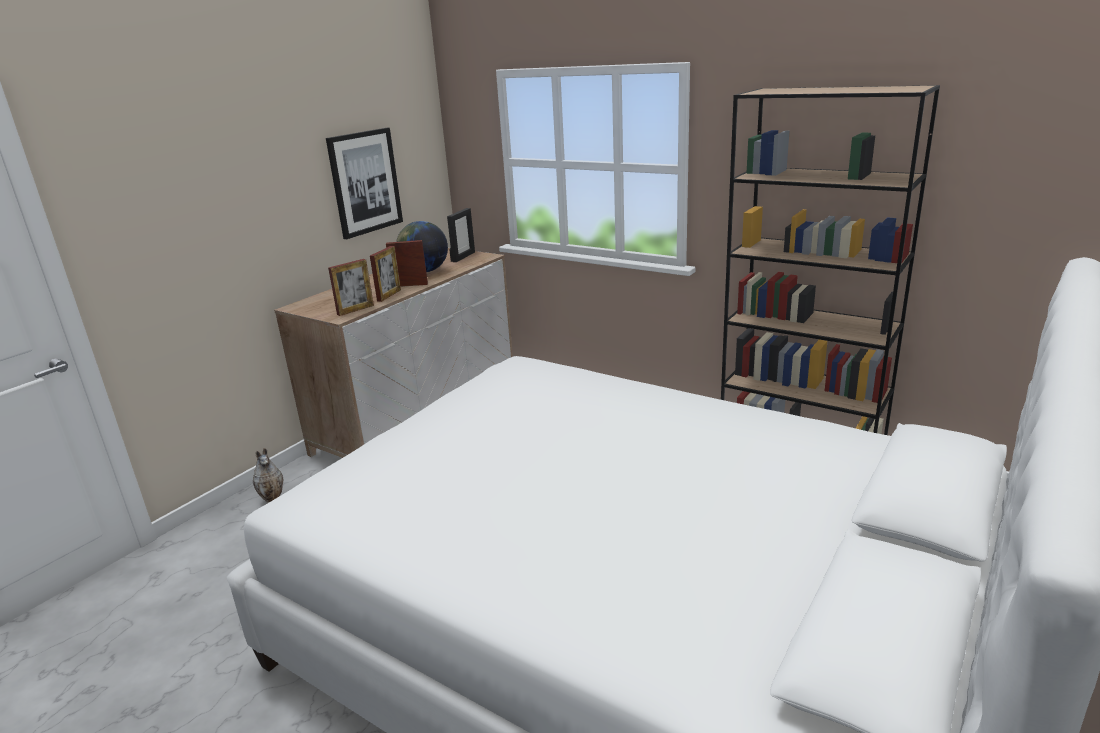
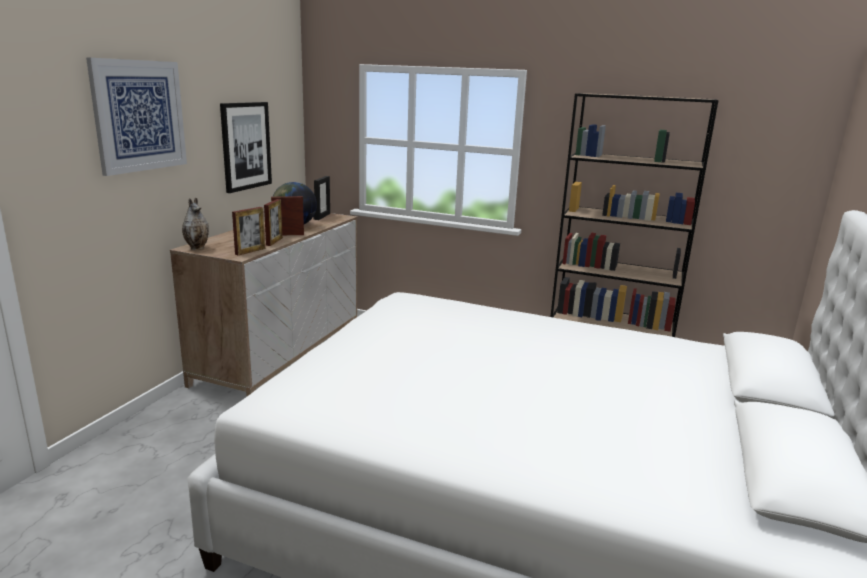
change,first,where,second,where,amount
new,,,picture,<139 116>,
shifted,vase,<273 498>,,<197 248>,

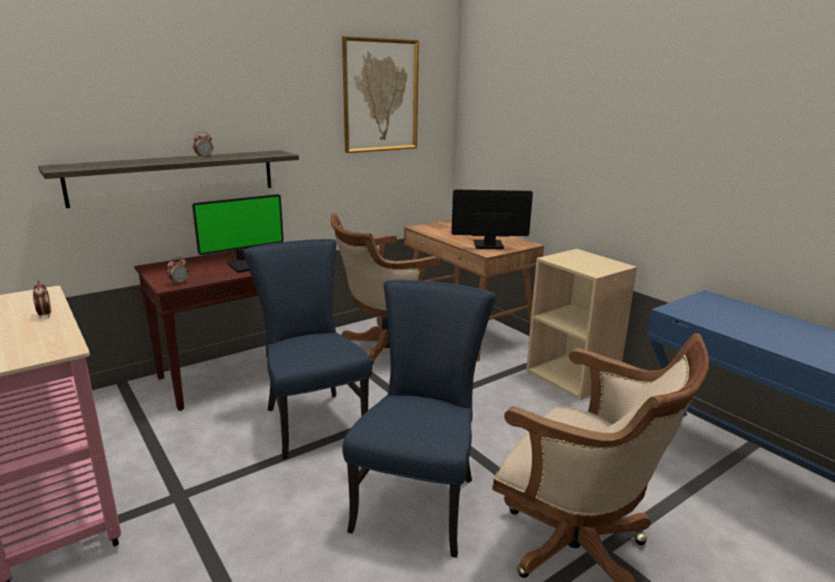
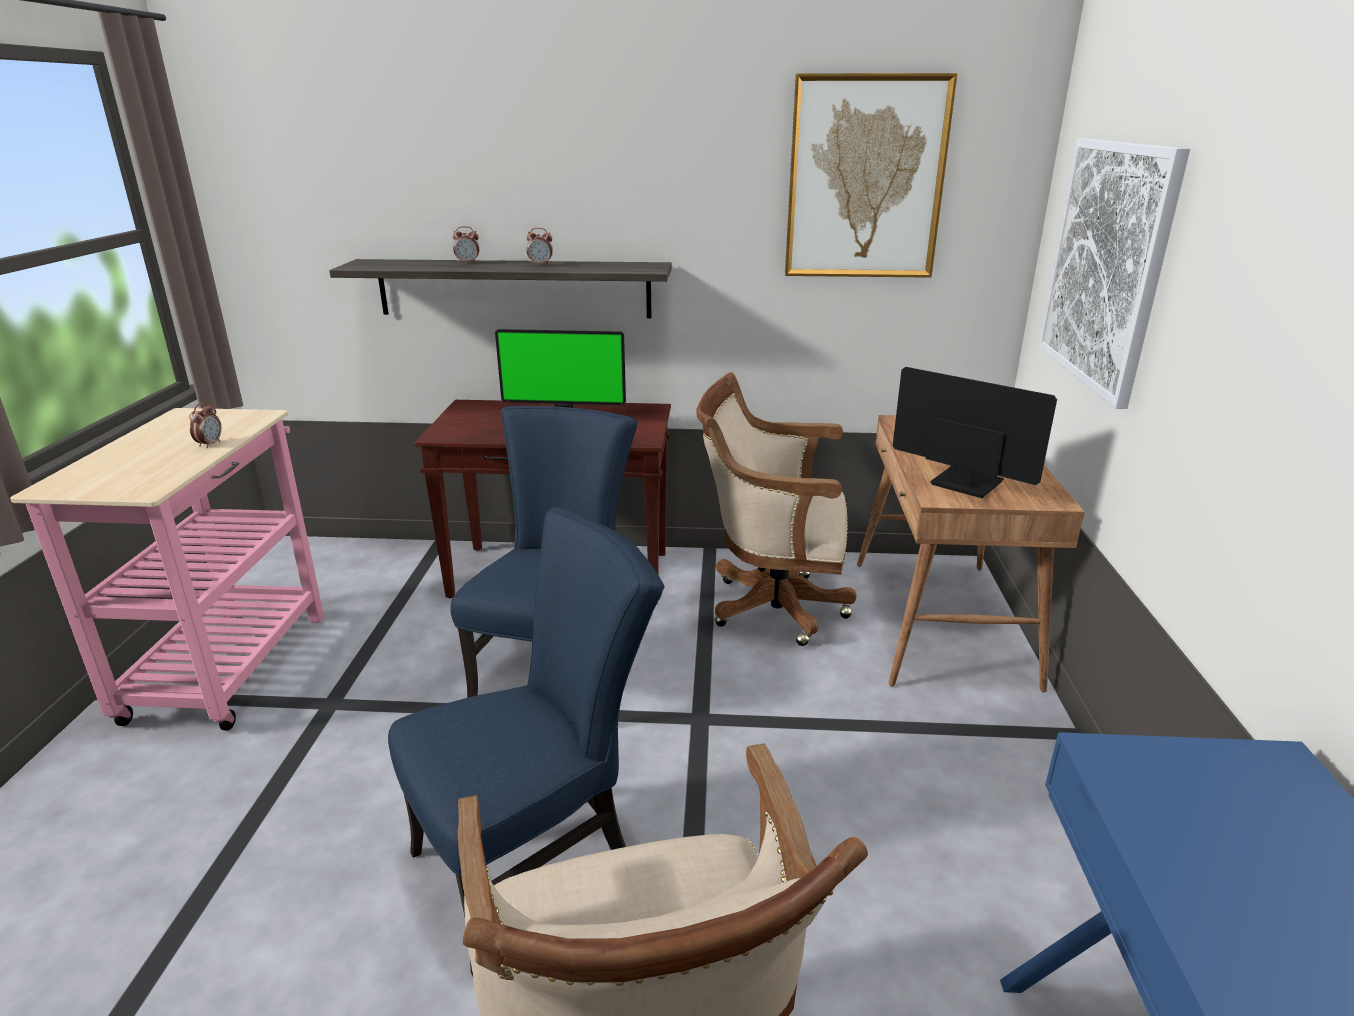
change,first,where,second,where,amount
gone,bookcase (beige),<573 376>,,,
new,,,picture,<1106 265>,
shifted,alarm clock,<179 283>,,<468 263>,

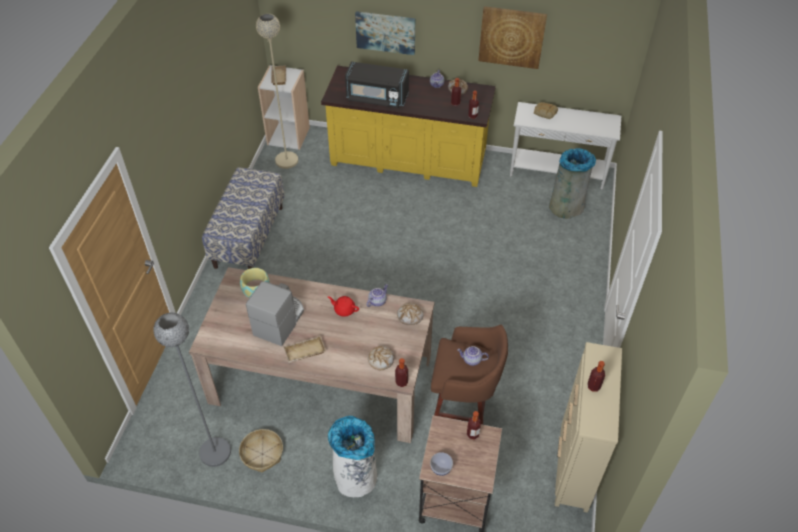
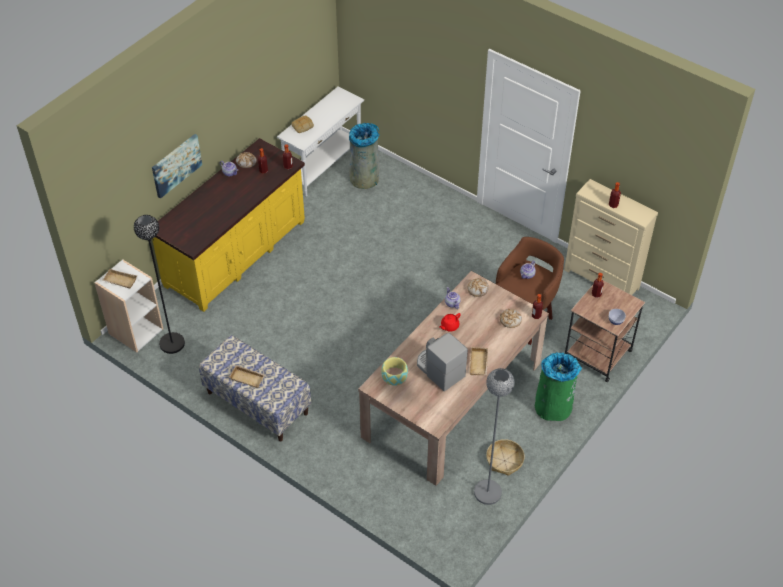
change,first,where,second,where,amount
gone,microwave (black),<377 97>,,,
gone,picture,<511 37>,,,
new,,,tray (beige),<248 378>,
repainted,floor lamp (beige),<287 161>,floor lamp (black),<172 343>,
repainted,trash can (white),<355 477>,trash can (green),<553 407>,

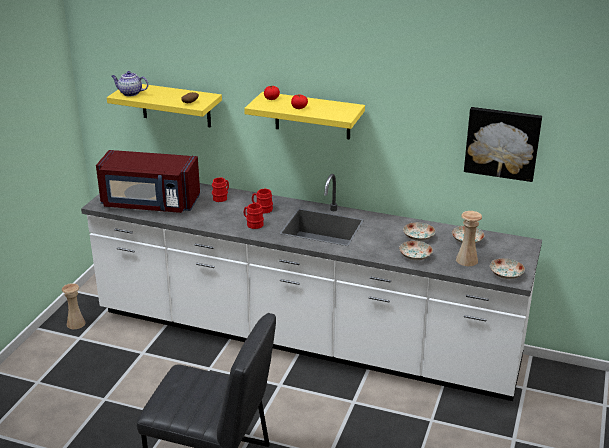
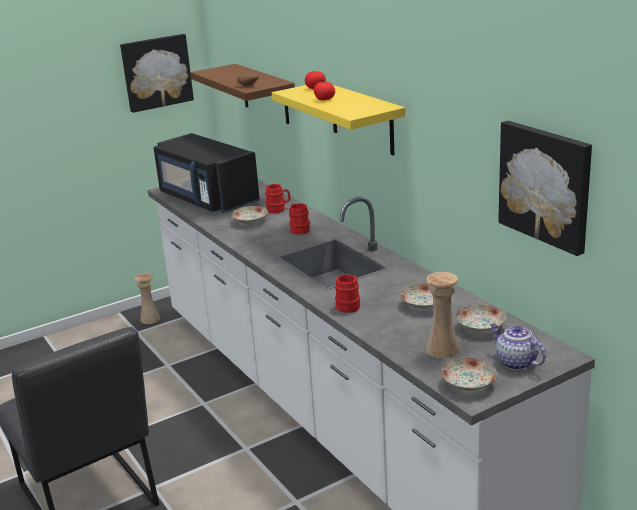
change,first,where,second,where,amount
new,,,picture,<156 72>,
shifted,teapot,<130 93>,,<515 362>,
shifted,mug (red),<253 224>,,<346 305>,
shifted,plate,<414 256>,,<250 221>,
repainted,microwave (red),<150 203>,microwave (black),<207 199>,
repainted,shelf (yellow),<176 105>,shelf (brown),<265 93>,

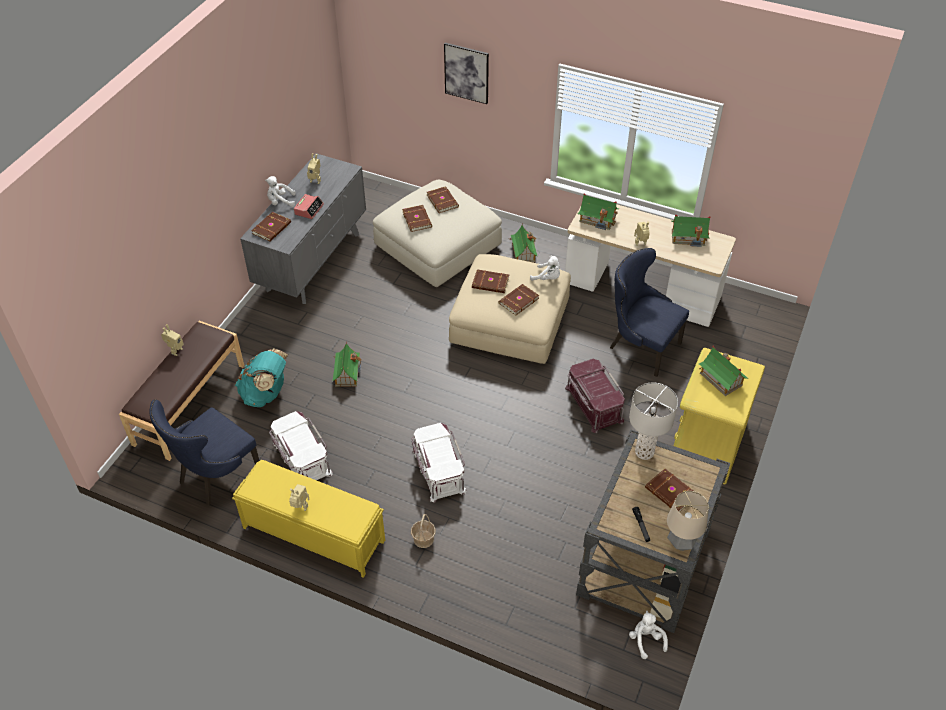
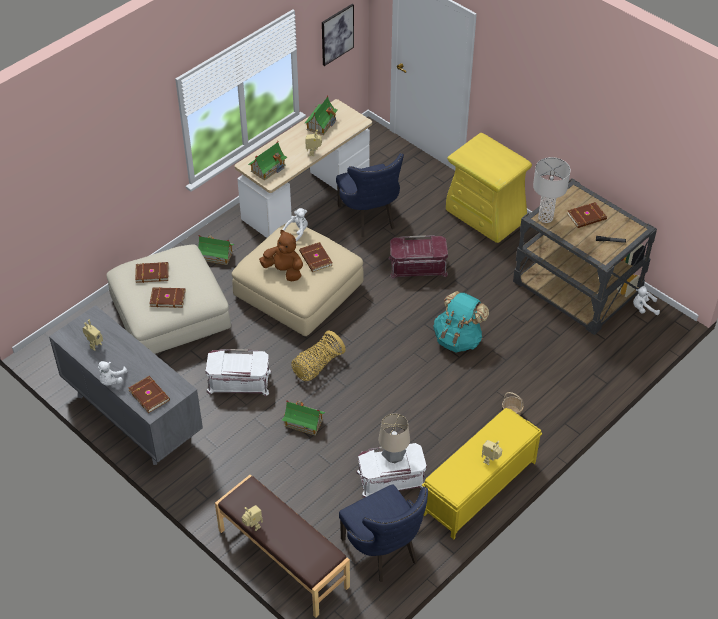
change,first,where,second,where,amount
gone,alarm clock,<309 209>,,,
gone,toy house,<720 379>,,,
new,,,basket,<317 366>,
shifted,backpack (turquoise),<266 394>,,<458 339>,
shifted,storage box (white),<438 471>,,<239 382>,
shifted,picture,<466 73>,,<337 34>,
shifted,table lamp,<680 543>,,<393 458>,
swapped,book (brown),<490 283>,plush toy (brown),<284 270>,
rotated,chair (blue),<641 346>,,<369 217>,75 degrees counterclockwise

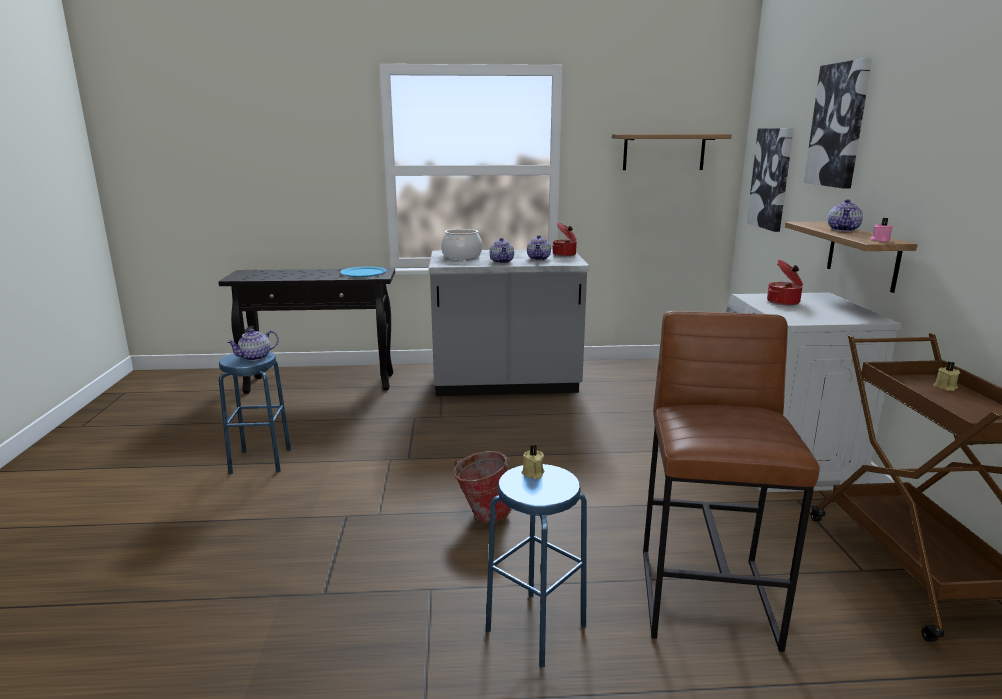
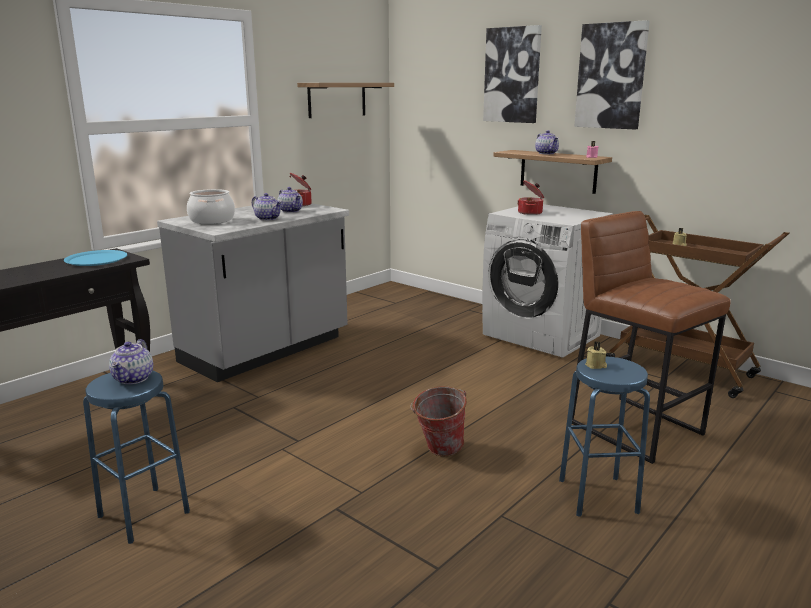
change,first,where,second,where,amount
shifted,picture,<771 178>,,<611 76>,

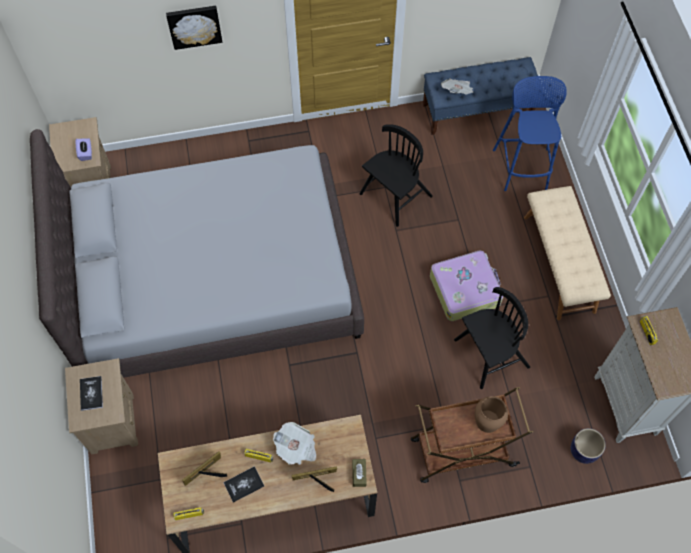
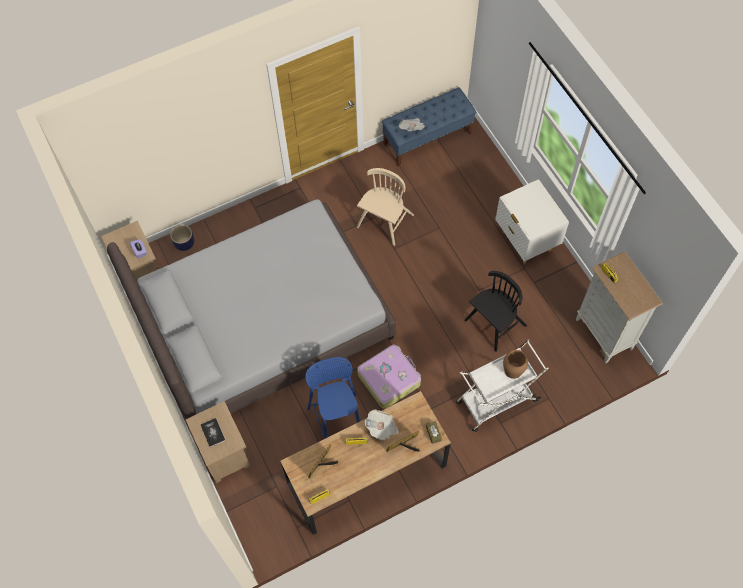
change,first,where,second,where,amount
gone,picture,<194 26>,,,
gone,book,<244 484>,,,
shifted,suitcase,<465 289>,,<389 379>,
shifted,stool (blue),<523 168>,,<337 420>,
shifted,planter,<583 451>,,<184 244>,
swapped,bench (beige),<559 263>,nightstand (white),<525 241>,
repainted,chair (black),<393 197>,chair (beige),<383 223>,
repainted,cart (brown),<462 452>,cart (white),<496 401>,

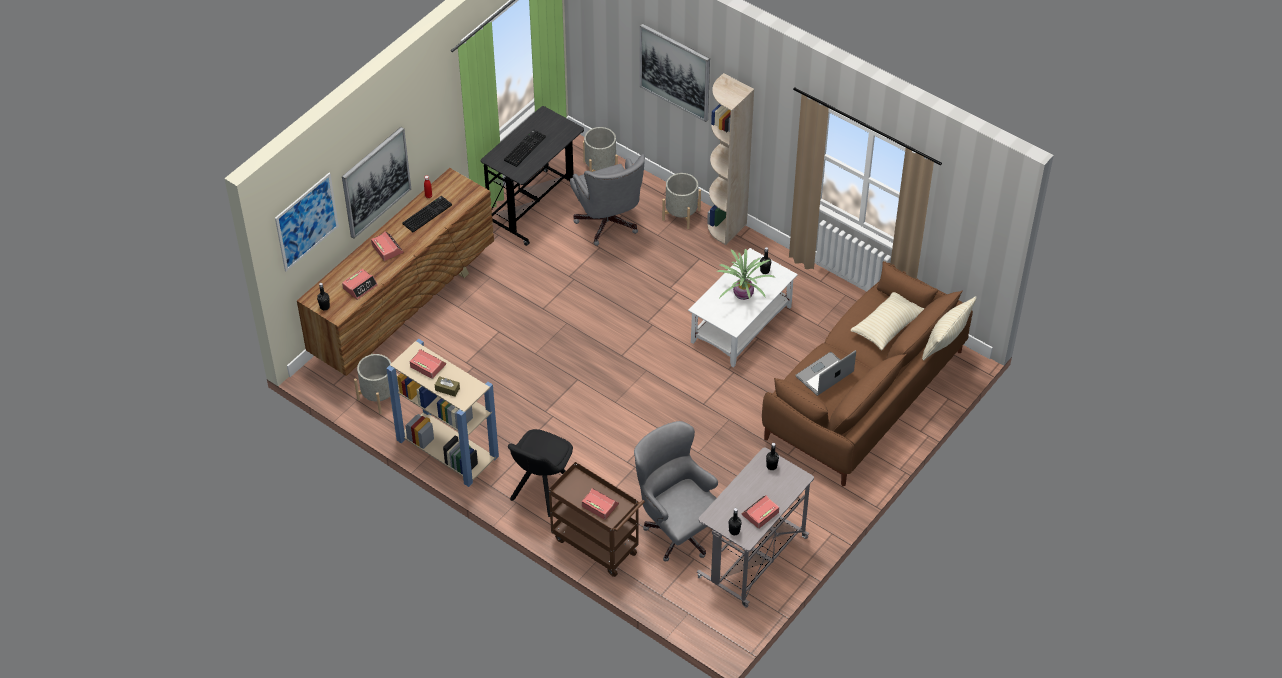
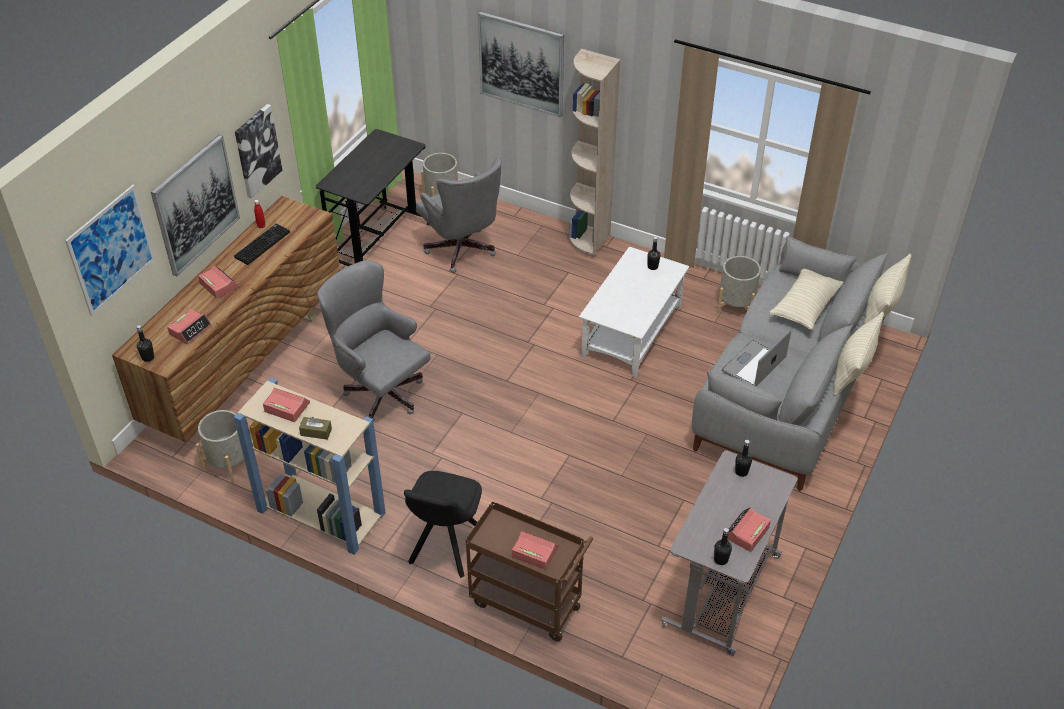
change,first,where,second,where,amount
gone,keyboard,<524 148>,,,
gone,potted plant,<742 295>,,,
new,,,picture,<257 151>,
new,,,pillow (beige),<853 369>,
shifted,office chair (grey),<677 530>,,<381 392>,
shifted,planter (grey),<681 215>,,<736 306>,
repainted,sofa (brown),<863 394>,sofa (grey),<787 387>,

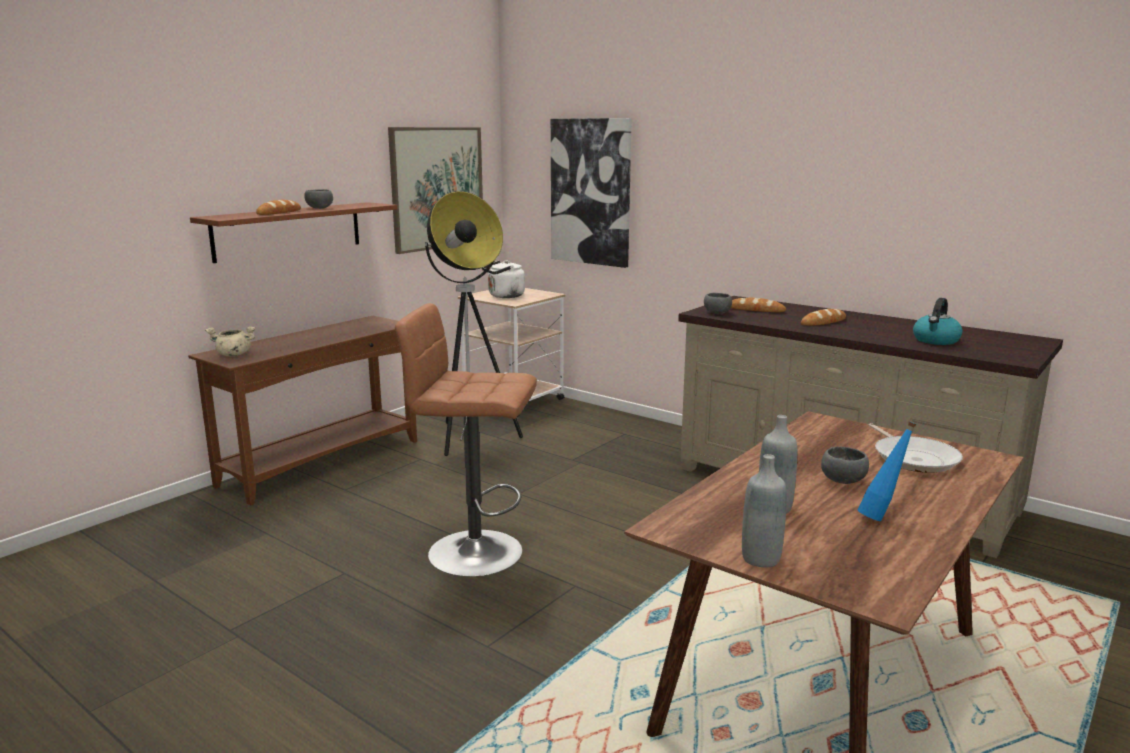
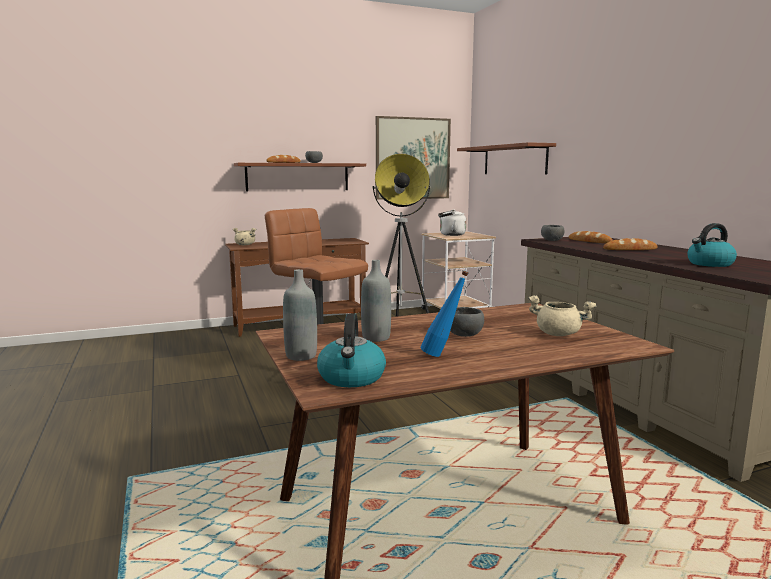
change,first,where,second,where,amount
new,,,kettle,<352 378>,
swapped,picture,<591 192>,shelf (brown),<514 160>,
swapped,frying pan,<913 458>,cooking pot (beige),<559 334>,

